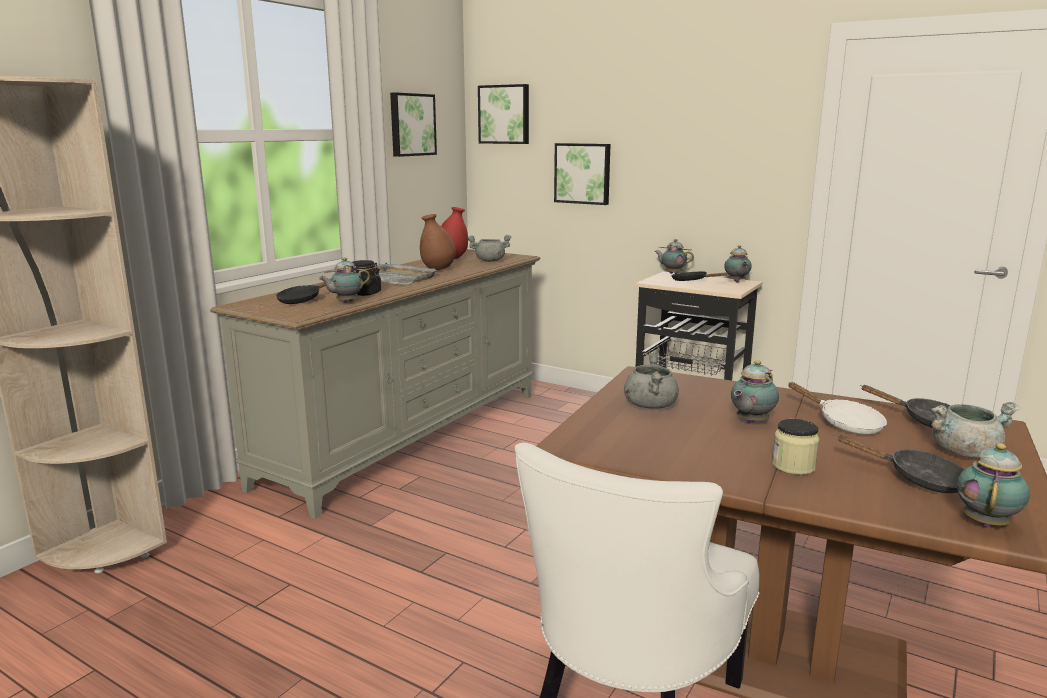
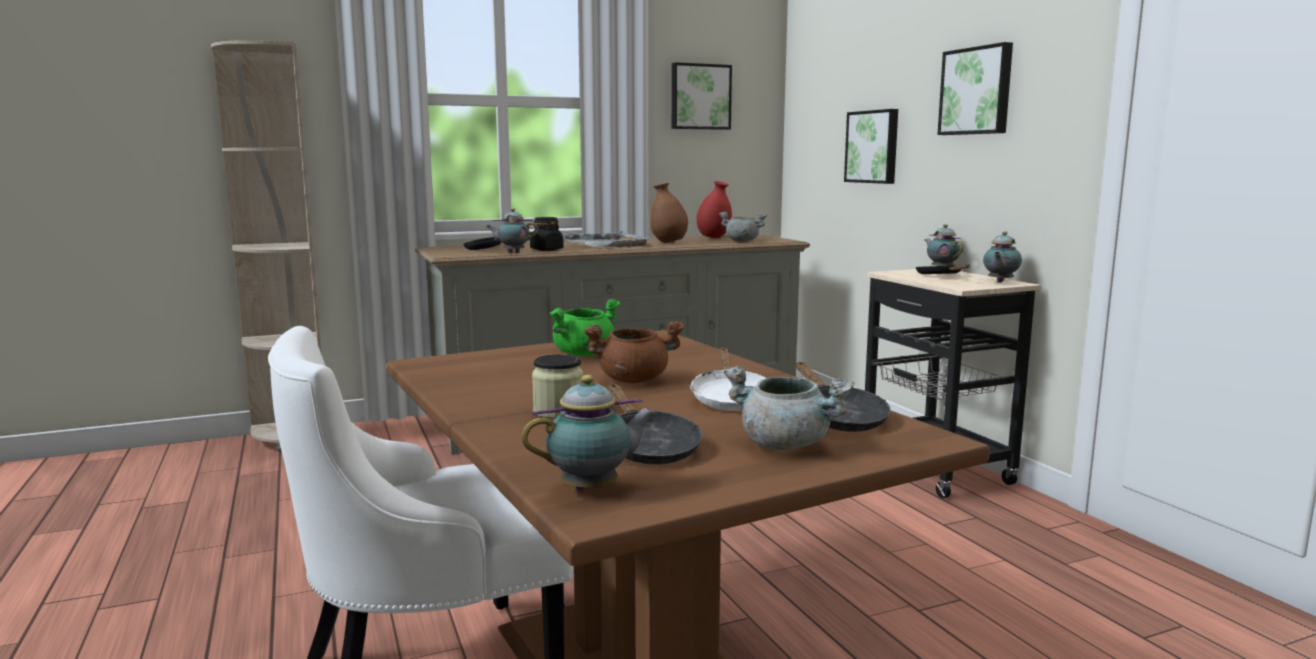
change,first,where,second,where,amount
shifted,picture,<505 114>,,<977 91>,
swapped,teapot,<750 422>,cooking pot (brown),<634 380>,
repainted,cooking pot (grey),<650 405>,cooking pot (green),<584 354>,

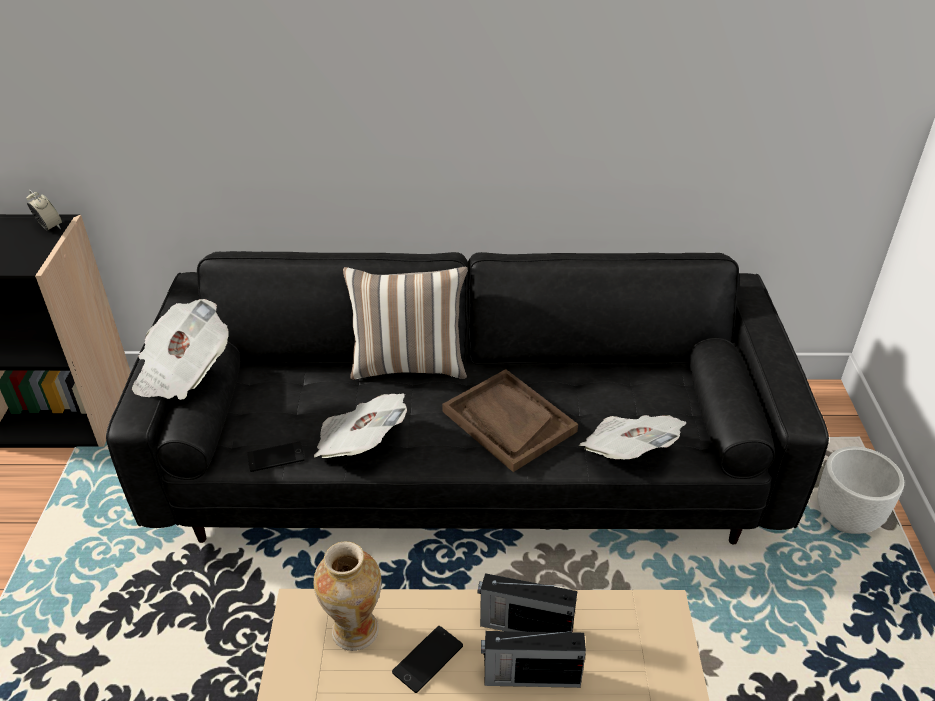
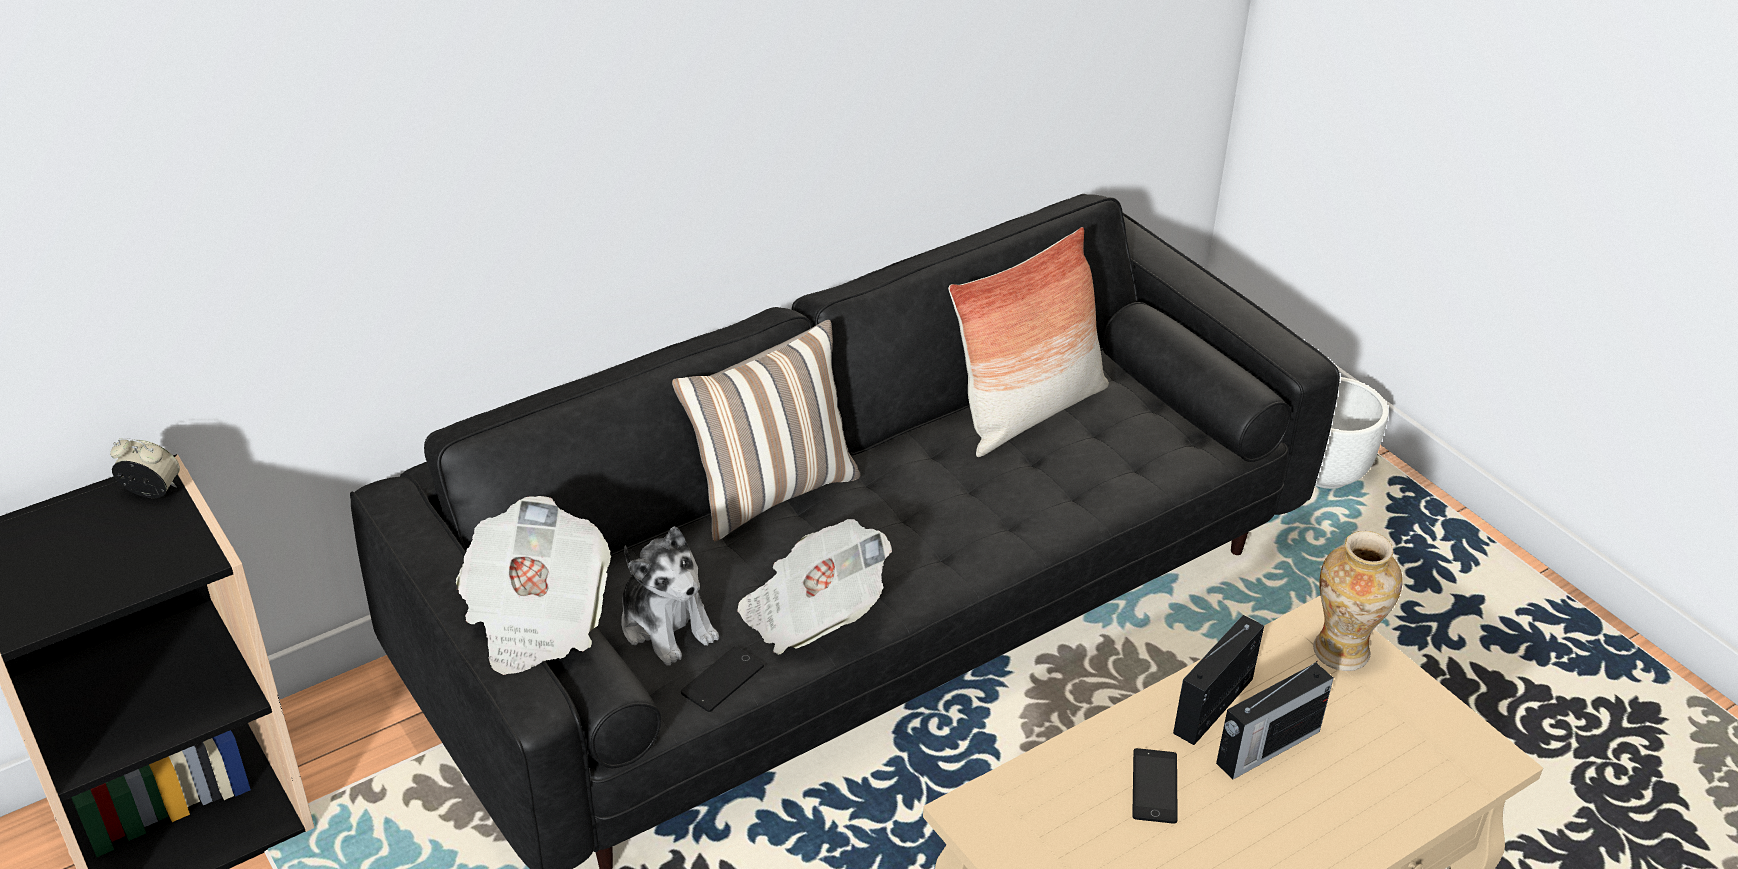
change,first,where,second,where,amount
gone,tray (brown),<508 421>,,,
gone,newspaper,<627 452>,,,
new,,,plush toy,<667 625>,
new,,,pillow,<1028 411>,
shifted,vase,<354 632>,,<1341 653>,
rotated,radio,<524 626>,,<1215 704>,150 degrees clockwise

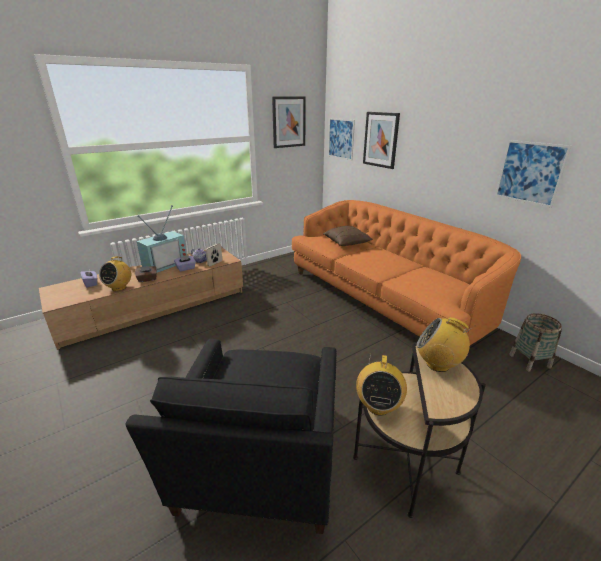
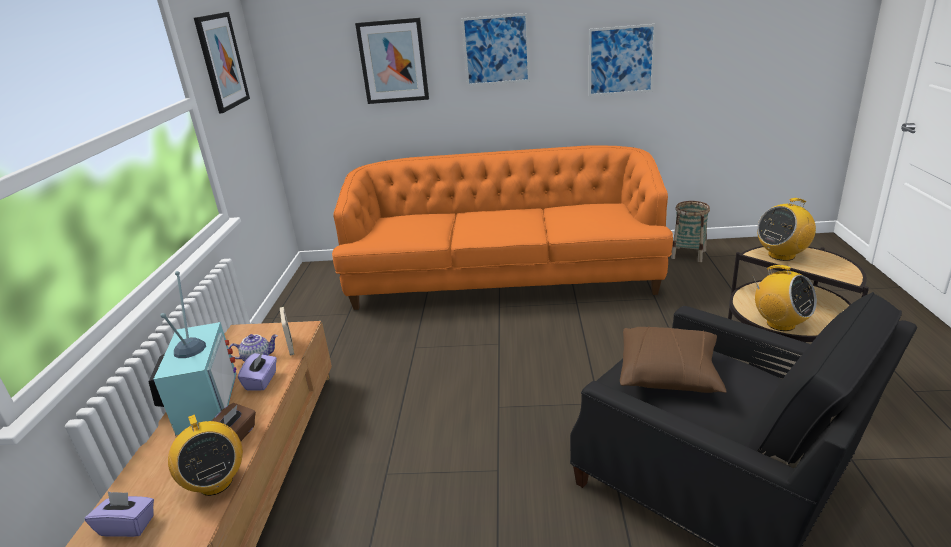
change,first,where,second,where,amount
shifted,pillow (brown),<347 243>,,<669 373>,
shifted,picture,<341 138>,,<496 50>,

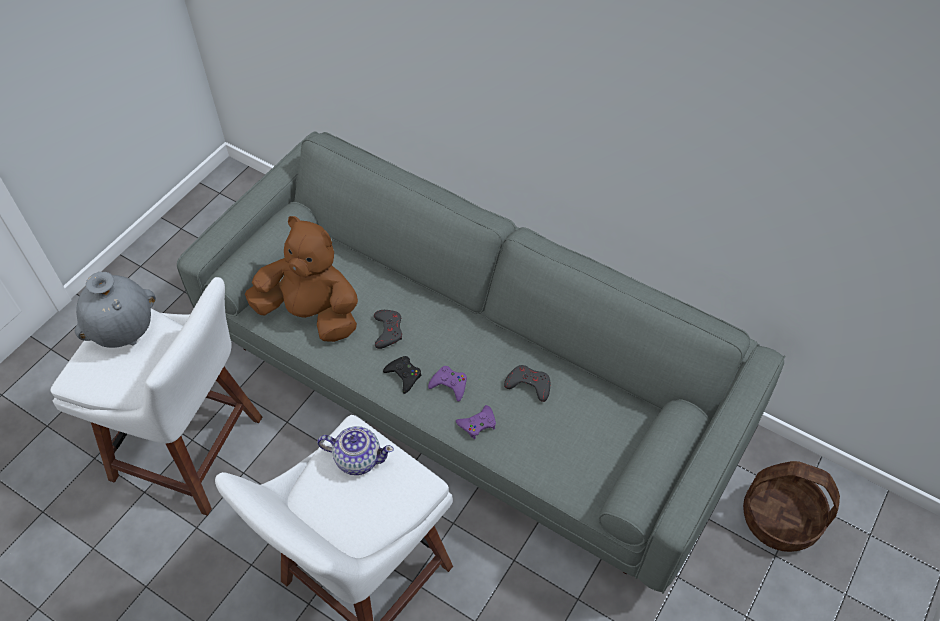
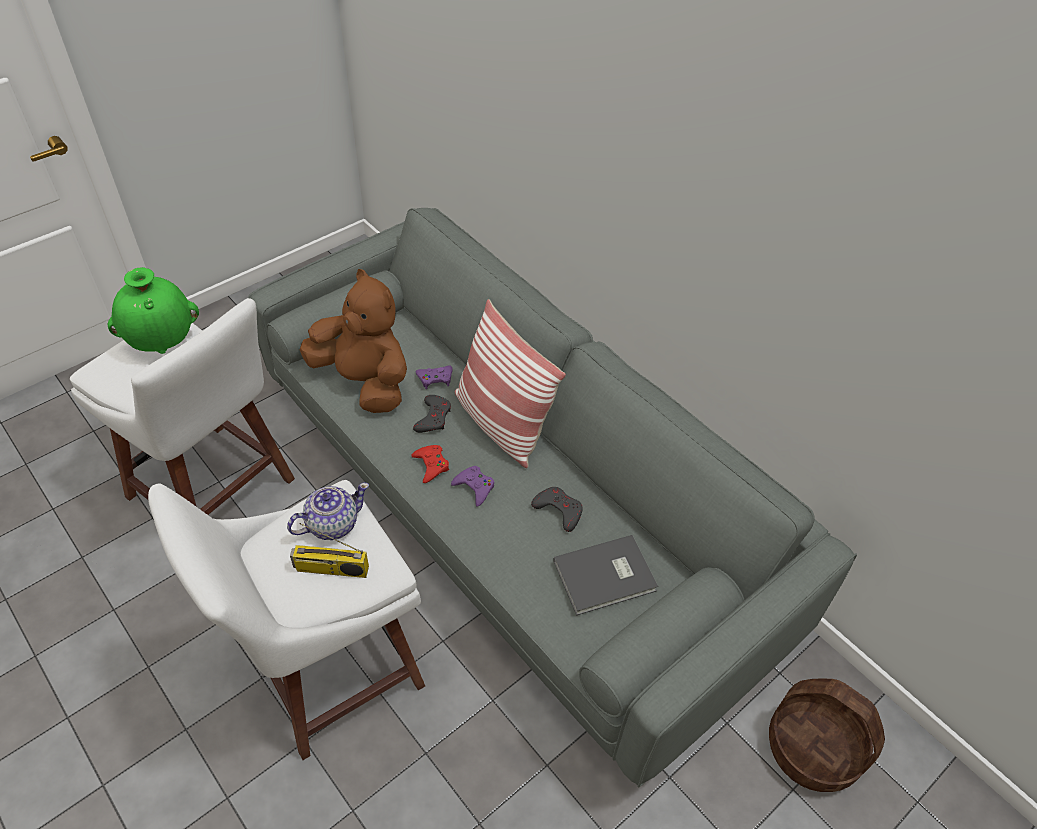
change,first,where,second,where,amount
new,,,radio,<330 569>,
new,,,pillow,<501 423>,
new,,,book (grey),<606 577>,
shifted,game controller (purple),<477 424>,,<435 378>,
repainted,vase (grey),<126 333>,vase (green),<163 343>,
repainted,game controller (black),<404 375>,game controller (red),<431 465>,
rotated,teapot,<357 458>,,<331 524>,60 degrees counterclockwise

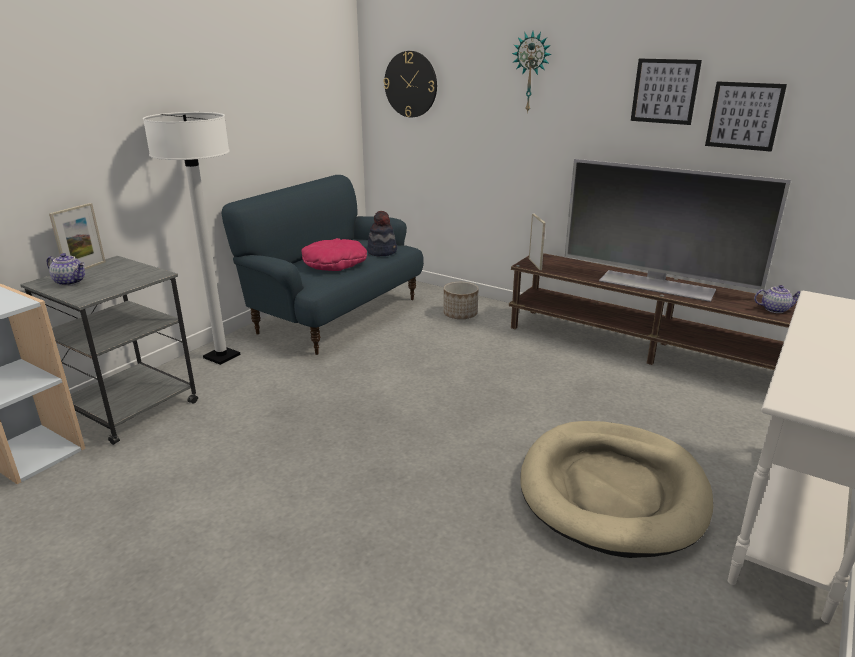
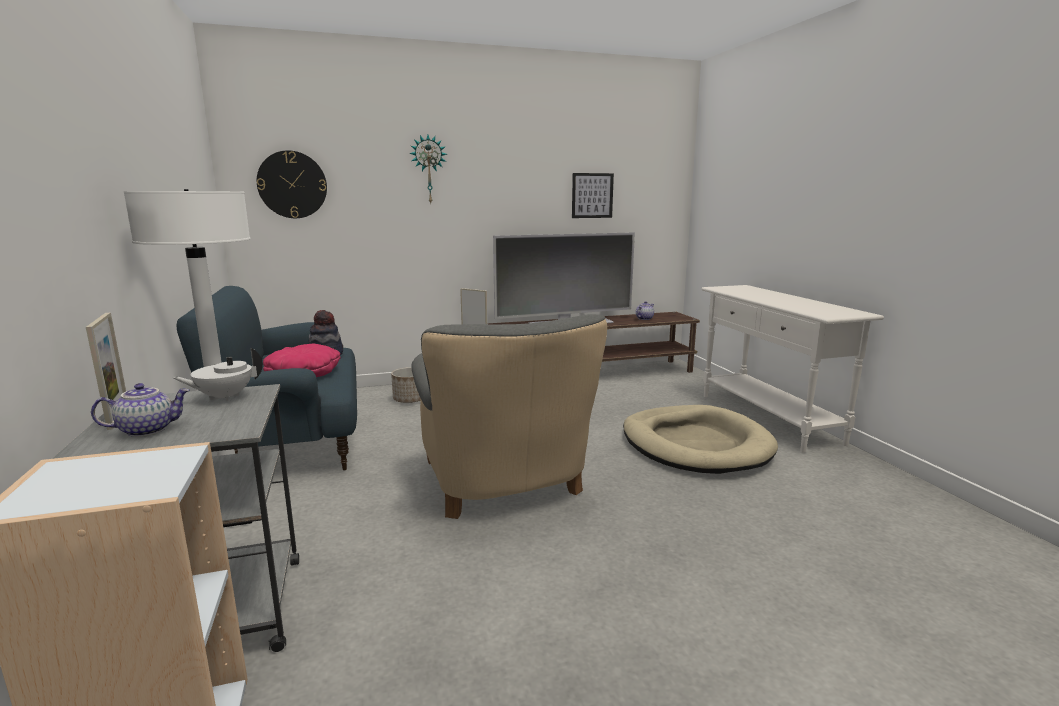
change,first,where,second,where,amount
gone,picture,<665 91>,,,
new,,,teapot (white),<224 397>,
new,,,armchair (grey),<503 483>,

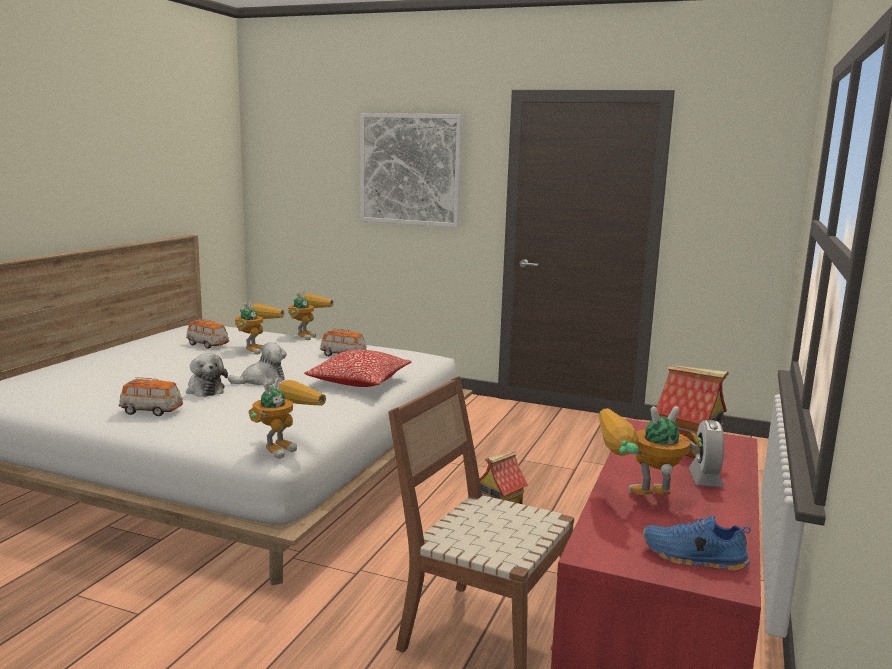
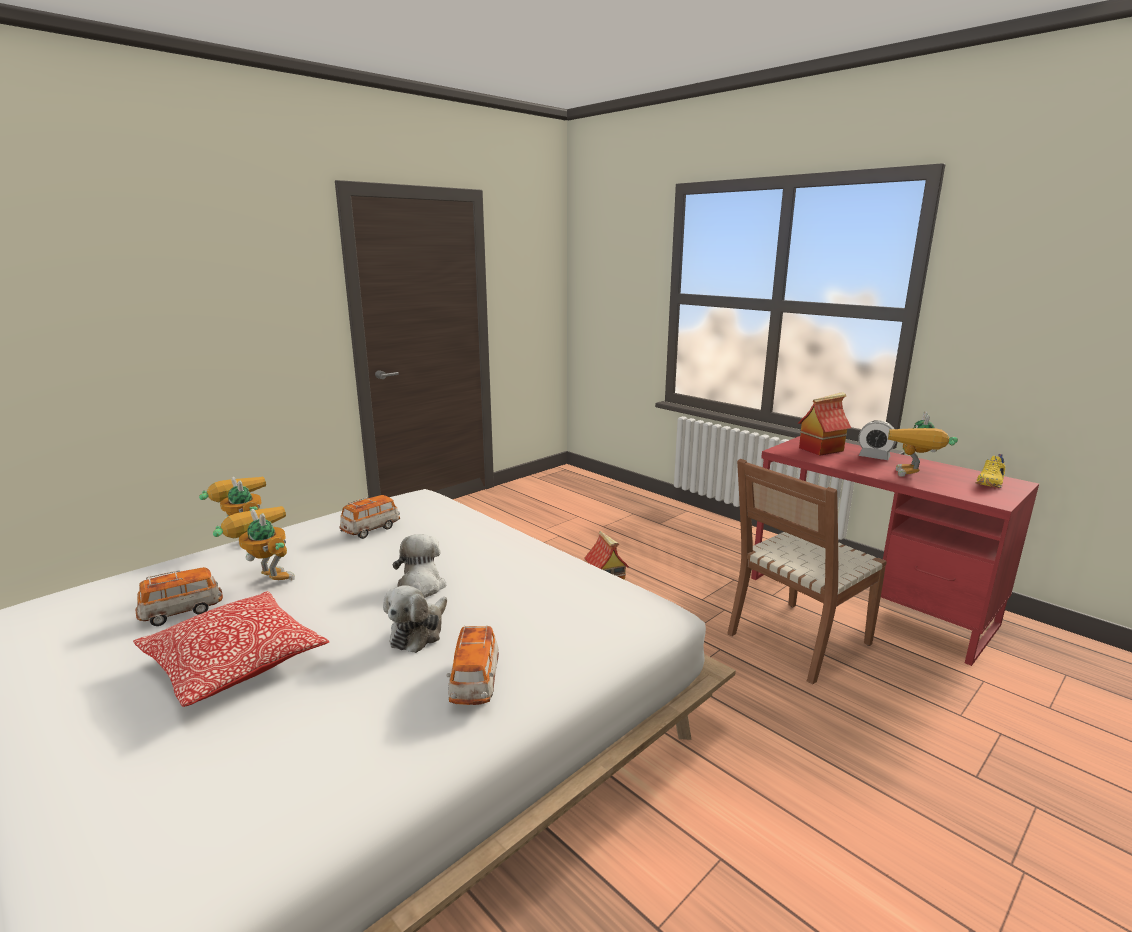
change,first,where,second,where,amount
gone,toy robot,<284 447>,,,
gone,picture,<410 169>,,,
shifted,pillow,<359 382>,,<235 663>,
repainted,shoe (blue),<693 558>,shoe (yellow),<991 483>,
rotated,toy car,<151 411>,,<475 683>,150 degrees clockwise
rotated,plush toy,<205 389>,,<418 632>,120 degrees clockwise

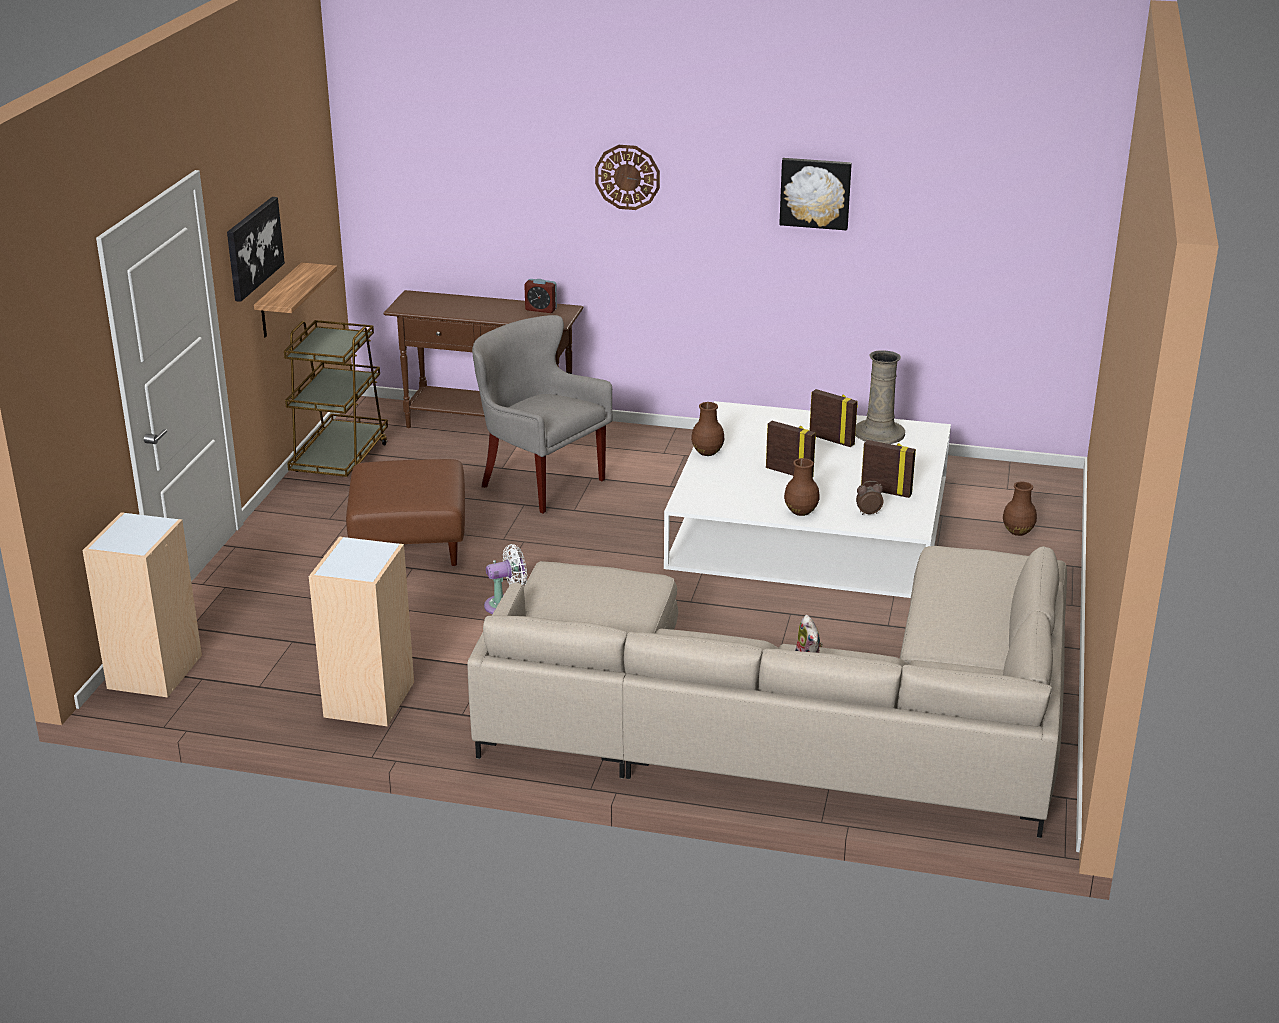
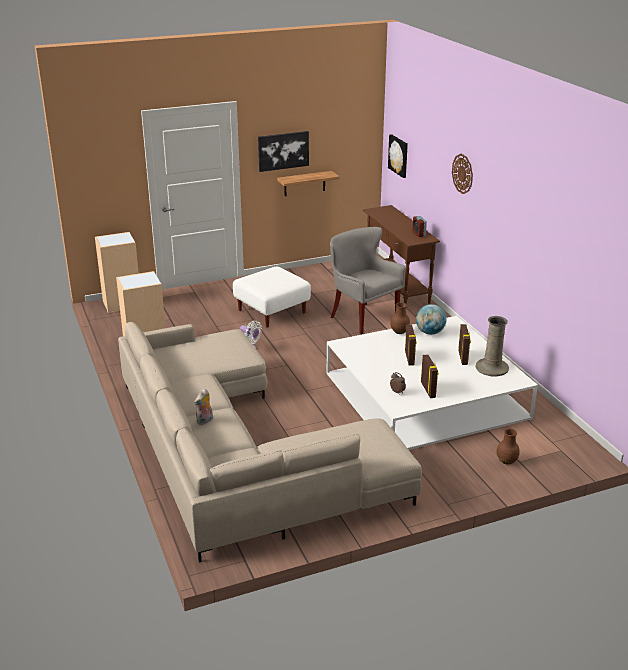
change,first,where,second,where,amount
gone,cart (brown),<340 459>,,,
gone,vase (brown),<801 511>,,,
new,,,globe,<430 332>,
shifted,picture,<815 193>,,<399 155>,
repainted,ottoman (brown),<410 544>,ottoman (white),<271 312>,
rotated,armchair (grey),<540 482>,,<362 318>,45 degrees counterclockwise

